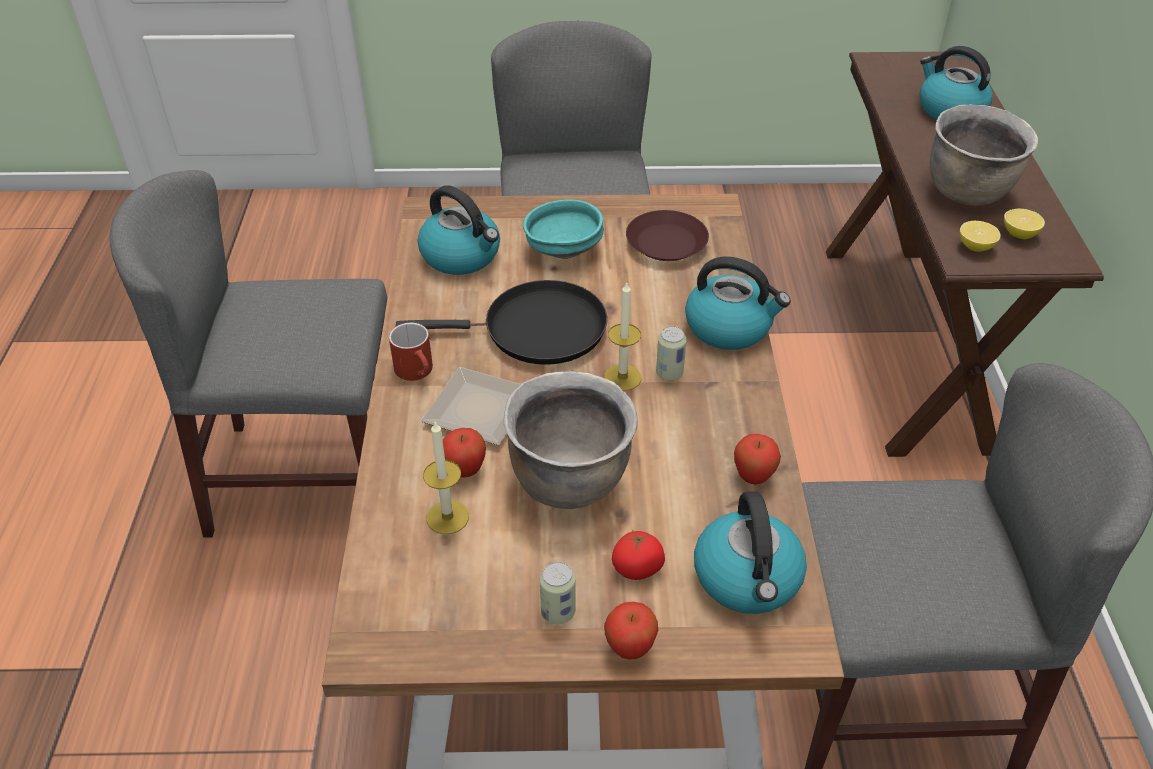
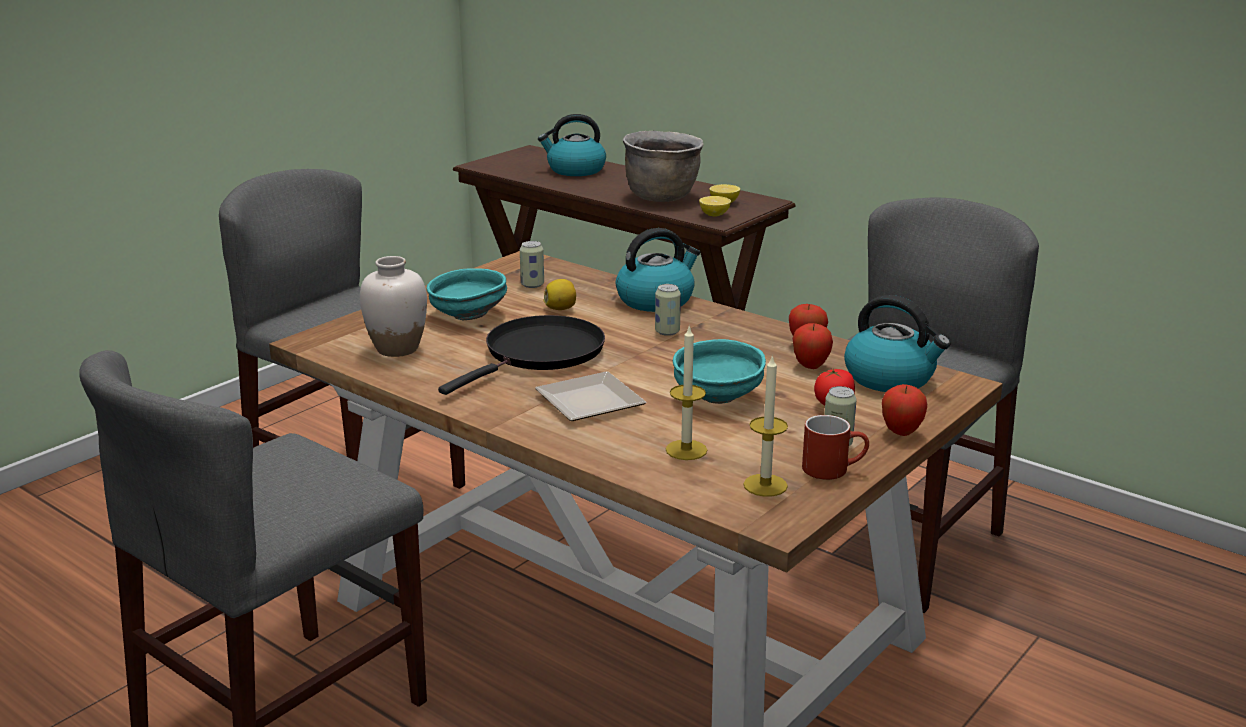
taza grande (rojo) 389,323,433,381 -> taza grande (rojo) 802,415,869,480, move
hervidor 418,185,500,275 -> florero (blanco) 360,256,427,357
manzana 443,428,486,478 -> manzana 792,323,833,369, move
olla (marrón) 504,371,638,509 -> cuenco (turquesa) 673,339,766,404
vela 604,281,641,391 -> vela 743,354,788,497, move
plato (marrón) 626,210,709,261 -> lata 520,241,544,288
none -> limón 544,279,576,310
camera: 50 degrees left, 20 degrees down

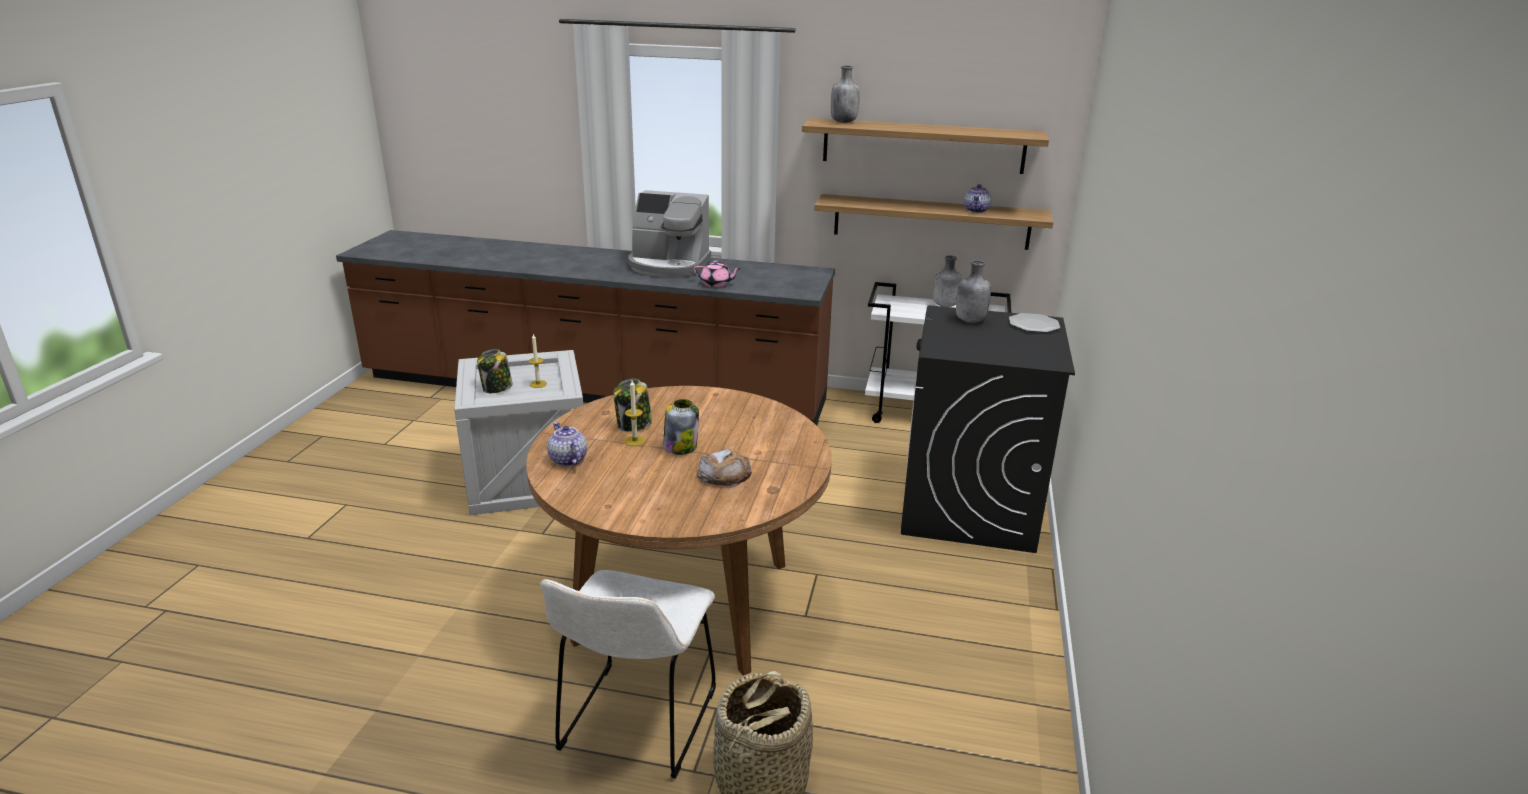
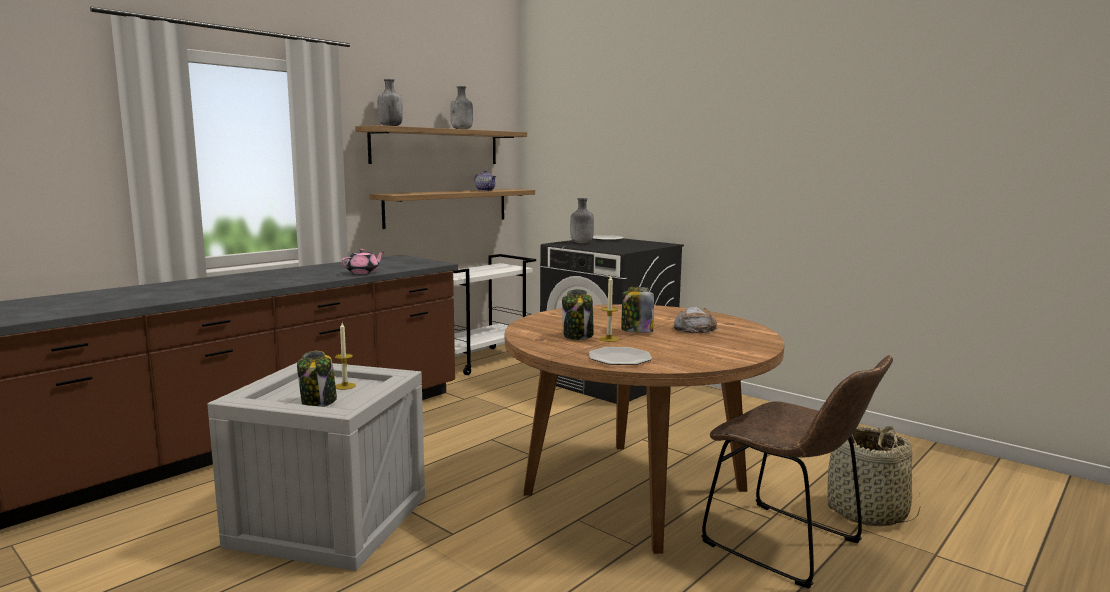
silla (blanco) 540,570,716,779 -> silla (marrón) 701,355,893,589
tetera 547,422,587,466 -> plato 589,347,652,365
cafetera 628,190,711,278 -> none
botella (gris) 933,256,962,307 -> botella (gris) 450,86,473,129, move
camera: 60 degrees left, 15 degrees down

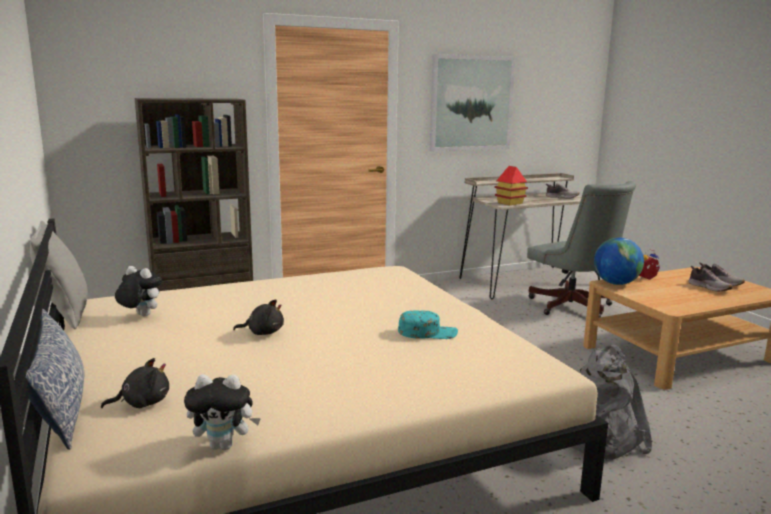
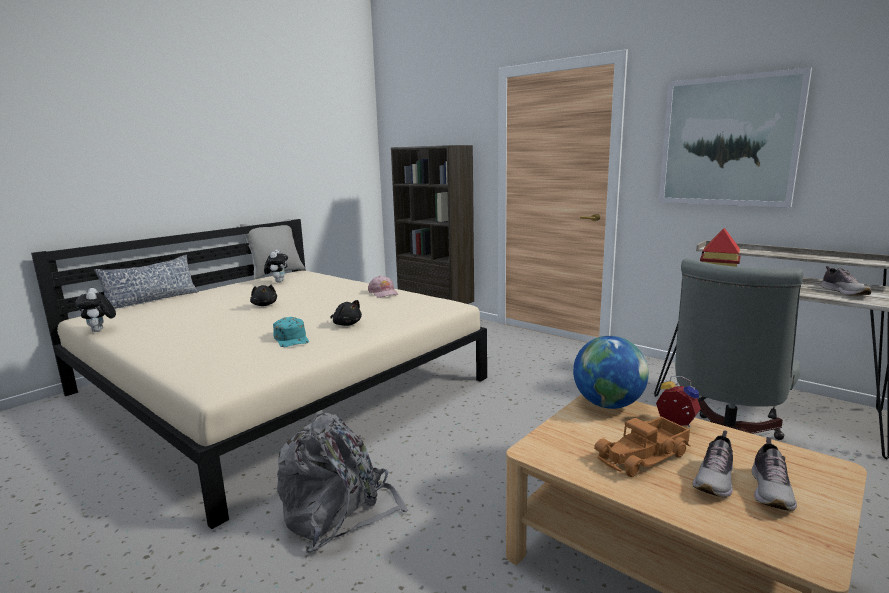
peluche (negro) 101,358,169,408 -> peluche (negro) 331,300,362,326, move
none -> gorra (rosa) 368,276,398,298
none -> camión de juguete 594,417,690,477
camera: 65 degrees right, 0 degrees up

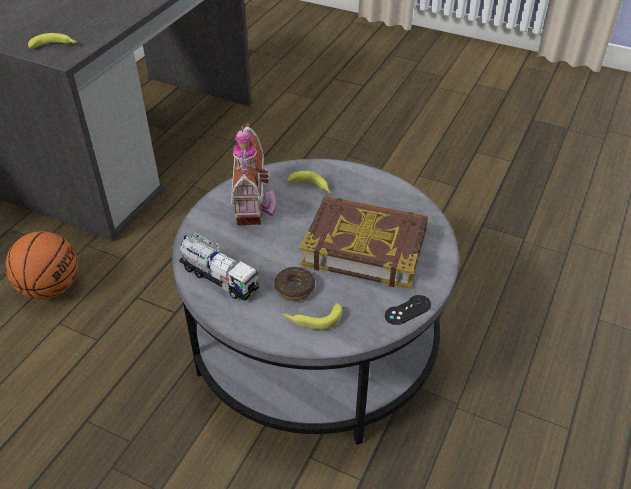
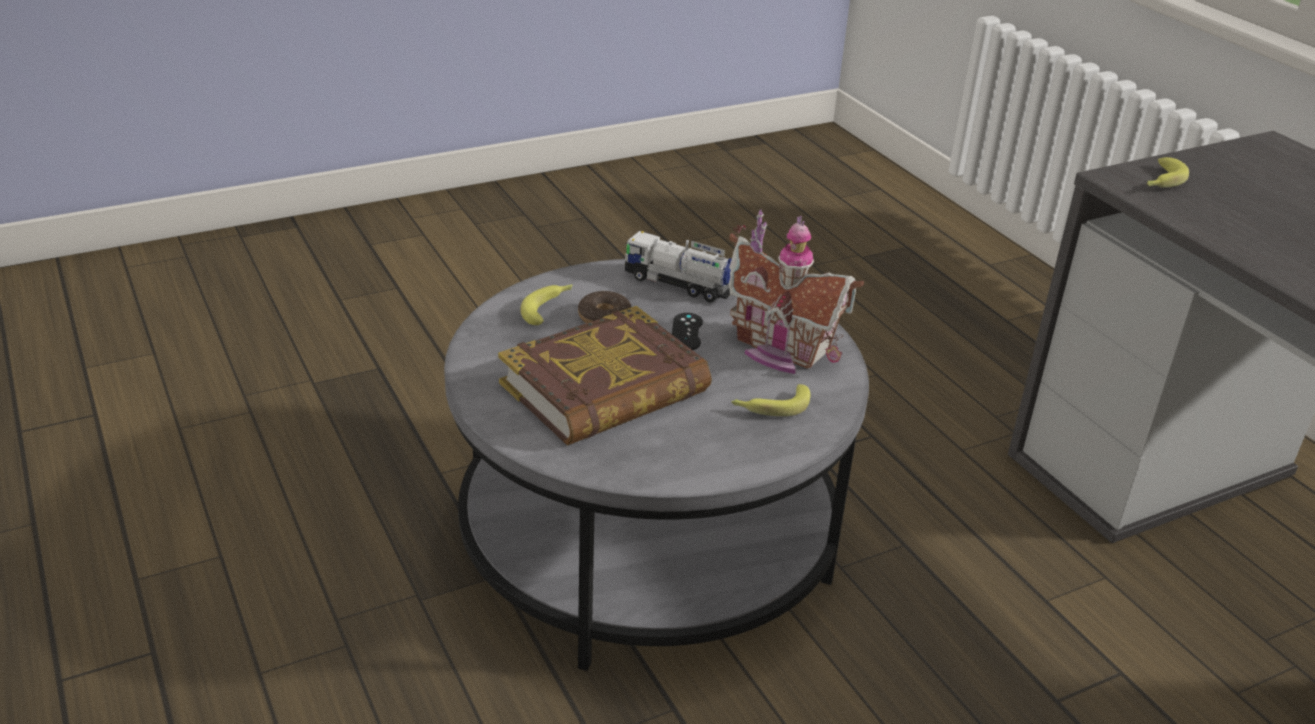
balón de baloncesto 5,231,78,299 -> none
camión de juguete 179,232,259,301 -> camión de juguete 624,231,732,303, 45 degrees clockwise
mando de consola (negro) 385,295,431,325 -> mando de consola (negro) 672,313,703,350, move
camera: 125 degrees right, 10 degrees down

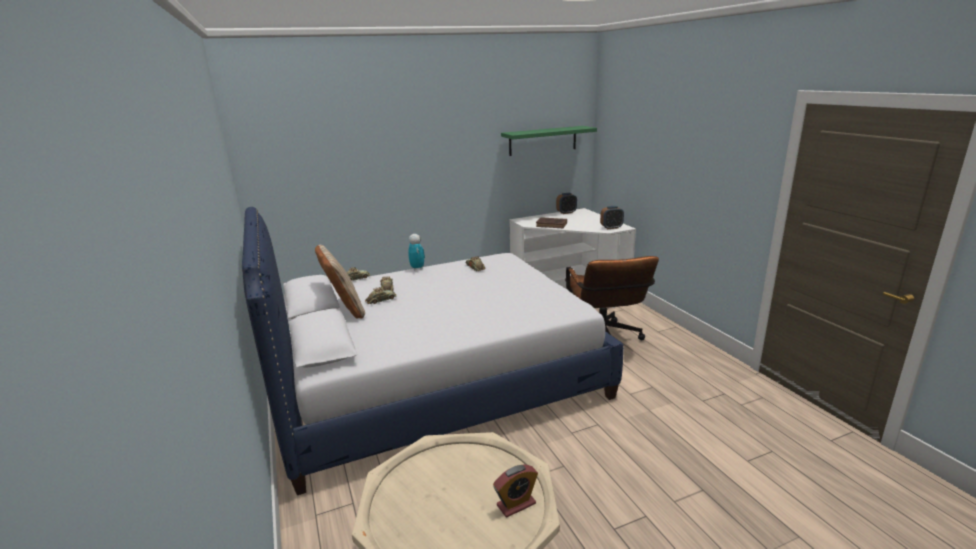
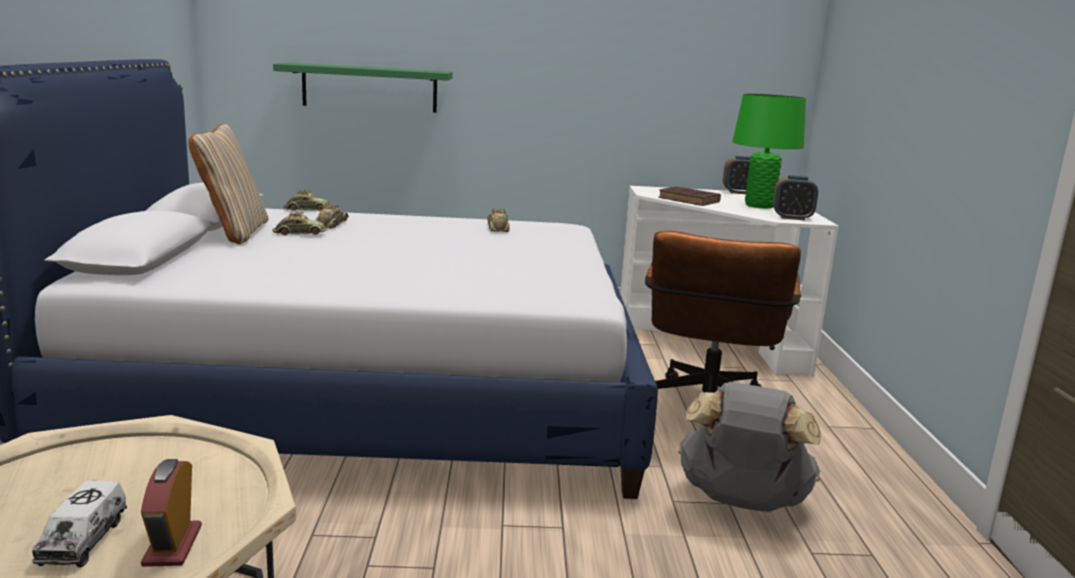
robot de juguete 408,234,425,270 -> none
despertador 493,465,538,518 -> despertador 141,459,202,567, 90 degrees clockwise
estante (verde) 501,126,597,156 -> estante (verde) 273,63,453,113, move
none -> camión de juguete 32,481,127,567
none -> mochila (gris) 678,382,821,512
none -> lámpara de mesa (verde) 732,93,806,208
camera: 20 degrees right, 5 degrees down

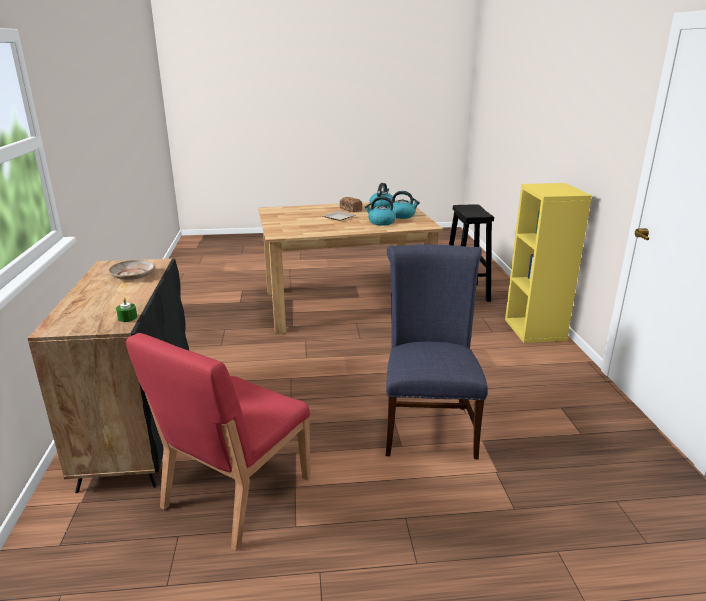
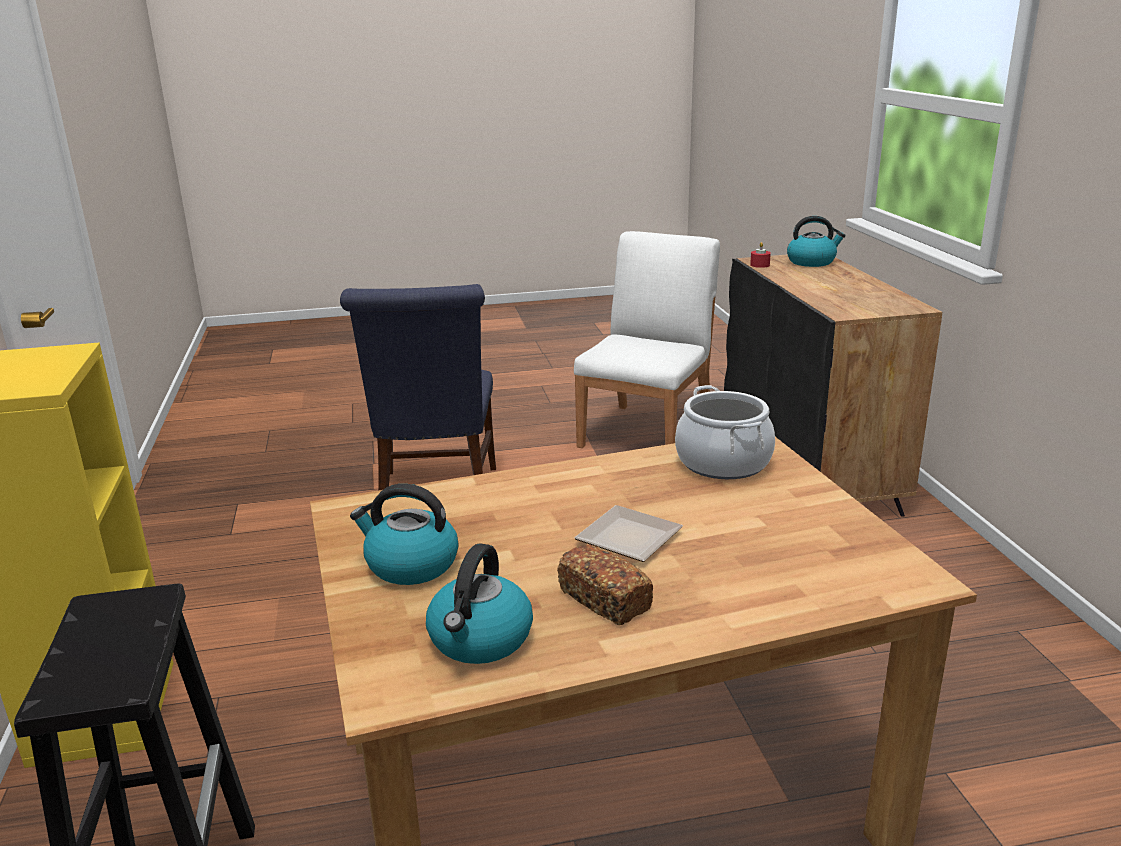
plato (beis) 109,260,155,280 -> none
vela (verde) 116,298,137,322 -> vela (rojo) 750,242,771,268
silla (rojo) 126,333,311,551 -> silla (blanco) 574,231,720,448
hervidor 364,196,396,225 -> hervidor 787,216,846,267, move
none -> olla 675,385,775,479
camera: 175 degrees right, 0 degrees up

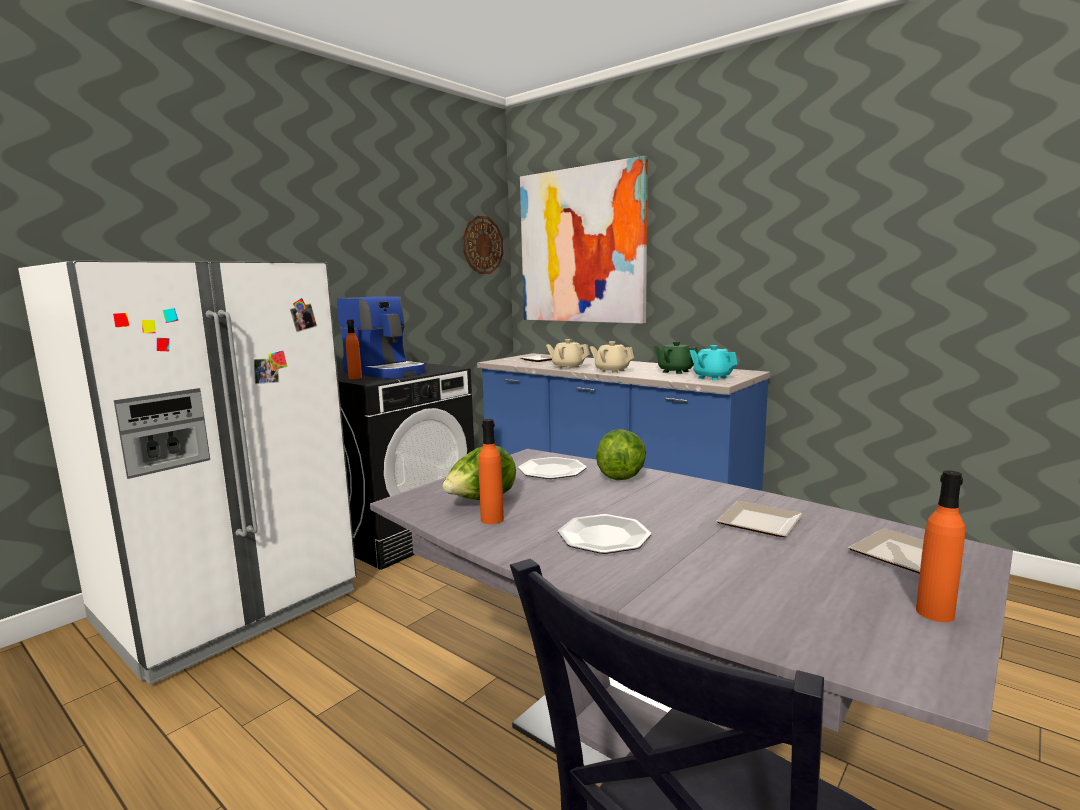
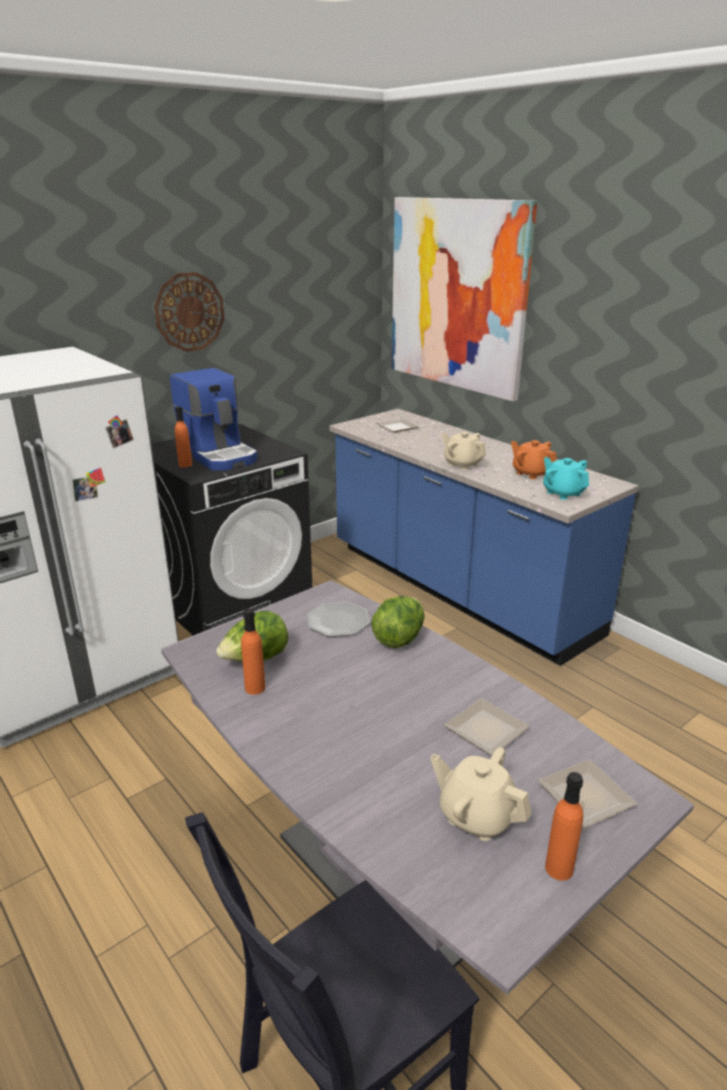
reloj de pared 463,216,504,274 -> reloj de pared 154,272,225,352, move
tetera (beis) 546,339,590,369 -> tetera (beis) 430,747,531,841, move
plato 558,514,651,554 -> none
tetera (verde) 653,341,698,374 -> tetera (naranja) 511,440,557,479
camera: 10 degrees right, 15 degrees up

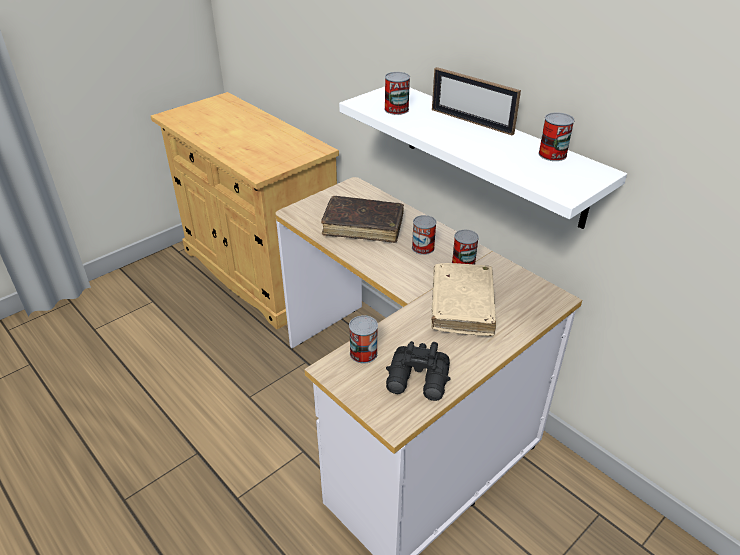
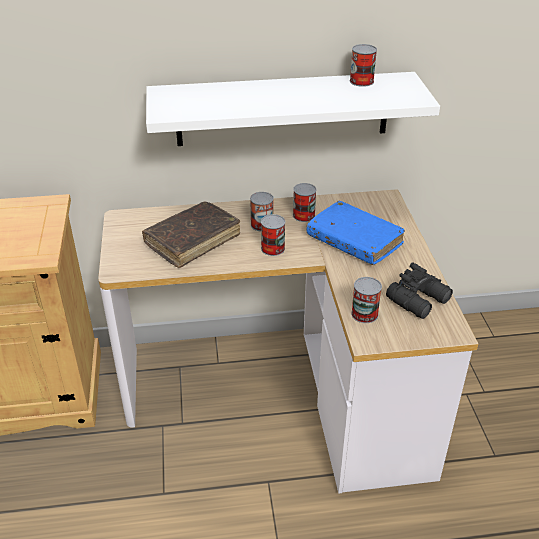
lata 384,72,410,115 -> lata 261,214,285,256, move
libro (beis) 431,263,496,336 -> libro (azul) 307,201,405,265
portarretratos 432,67,521,136 -> none
camera: 55 degrees left, 0 degrees up

